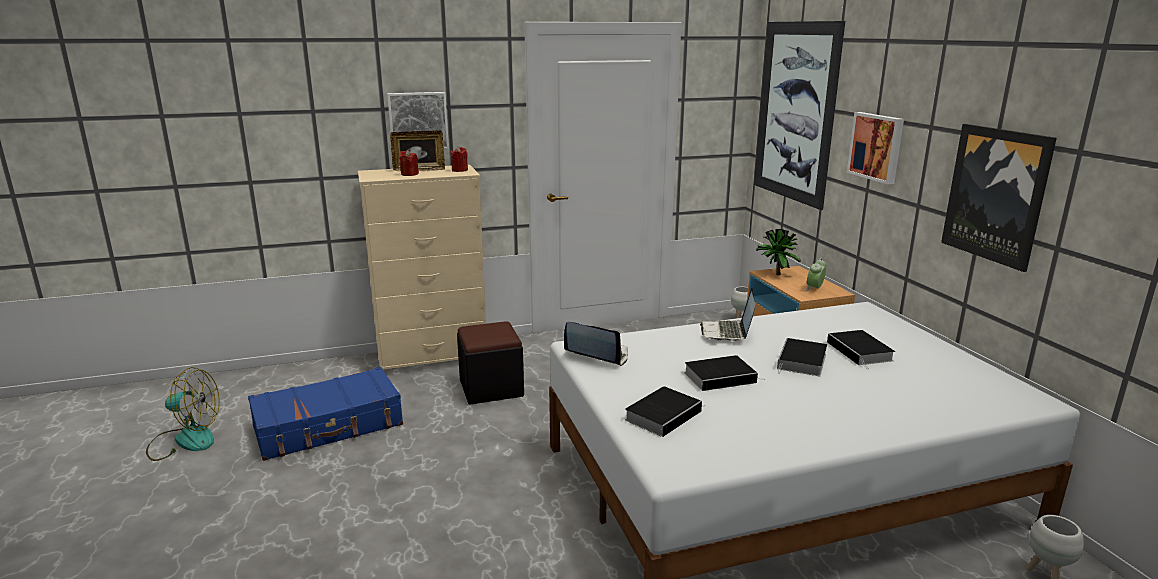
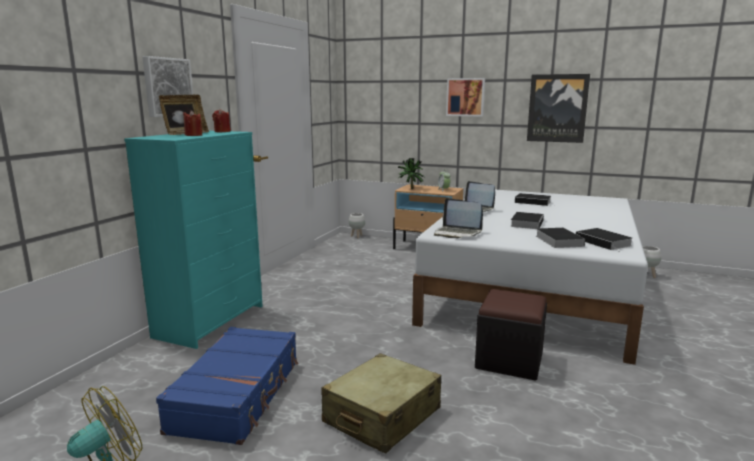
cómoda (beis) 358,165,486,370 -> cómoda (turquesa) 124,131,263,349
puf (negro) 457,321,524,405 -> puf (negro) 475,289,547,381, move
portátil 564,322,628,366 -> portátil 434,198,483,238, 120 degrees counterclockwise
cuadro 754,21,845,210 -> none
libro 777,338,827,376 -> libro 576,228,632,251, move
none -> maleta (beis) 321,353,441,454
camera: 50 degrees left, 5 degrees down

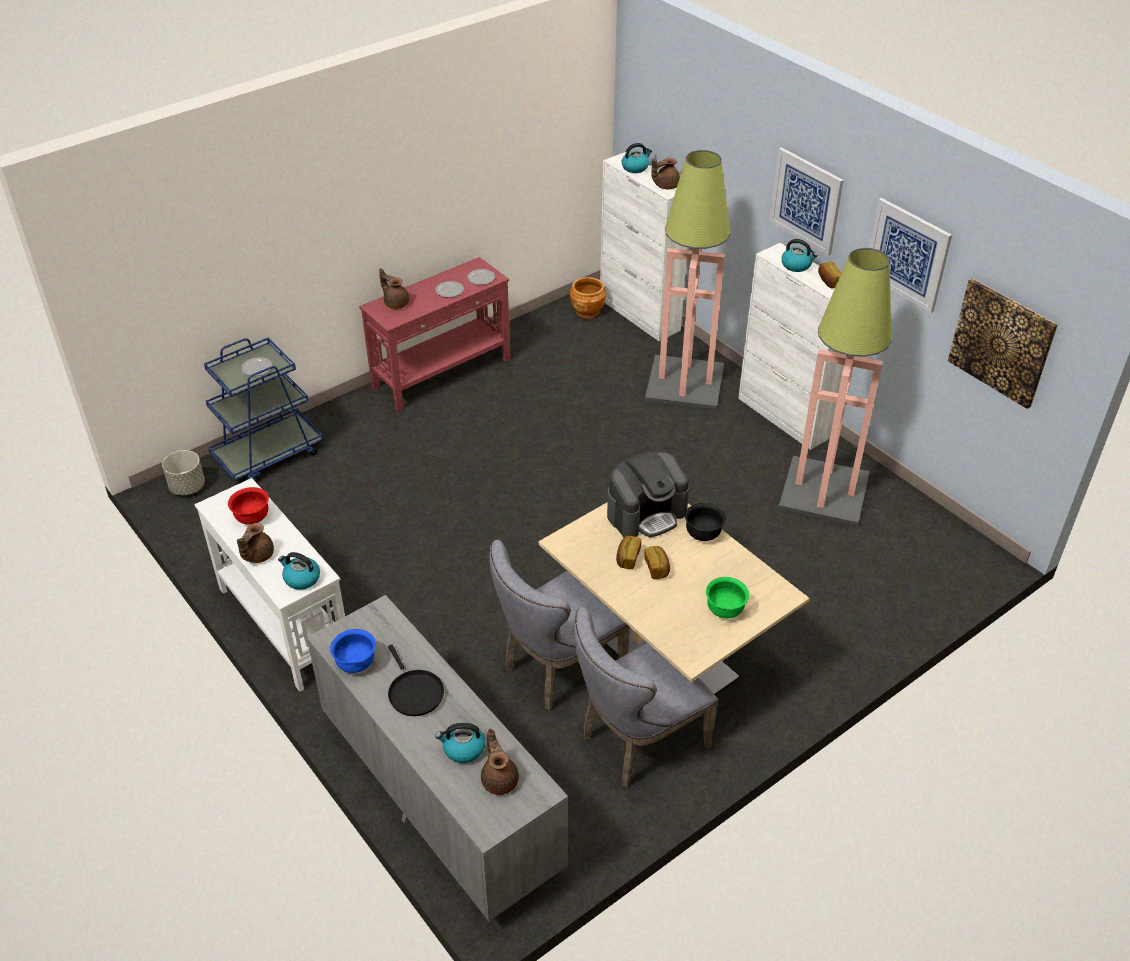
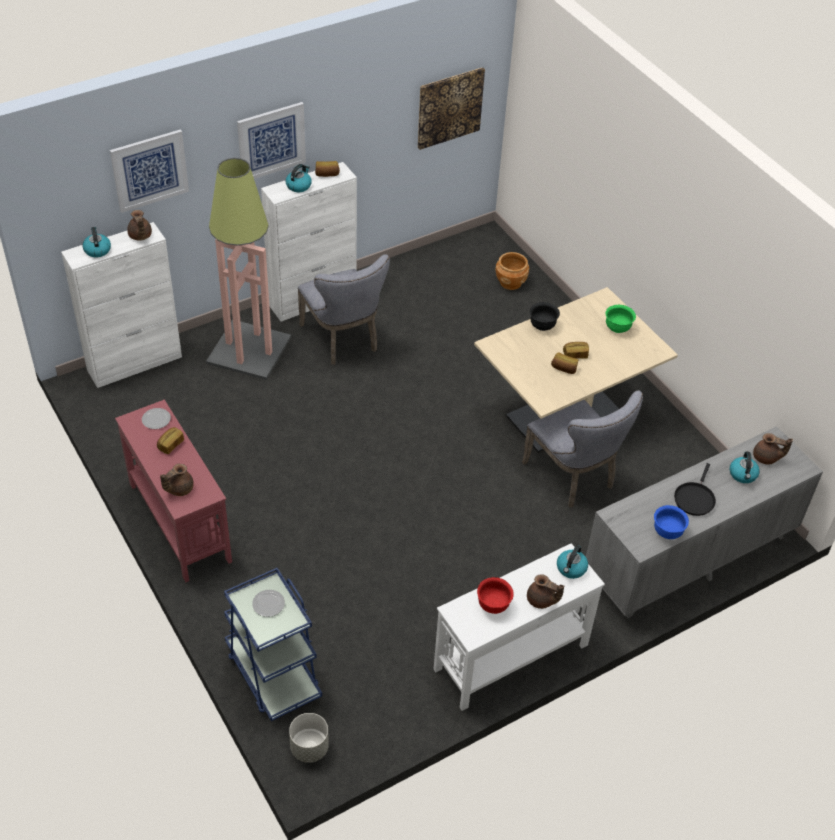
sartén (negro) 388,644,444,716 -> sartén (negro) 674,463,716,516, 135 degrees clockwise
plato 436,281,464,297 -> pan 157,427,184,454
tetera (marrón) 481,729,519,795 -> tetera (marrón) 753,433,793,465, 150 degrees counterclockwise
maceta (marrón) 570,277,607,318 -> maceta (marrón) 495,252,529,290, move
silla (gris) 574,607,718,787 -> silla (gris) 298,254,390,365, move
cafetera 607,452,689,537 -> none
lámpara de pie 778,248,892,526 -> none
cuadro 869,198,952,313 -> cuadro 110,129,189,213, move
camera: 85 degrees left, 5 degrees up

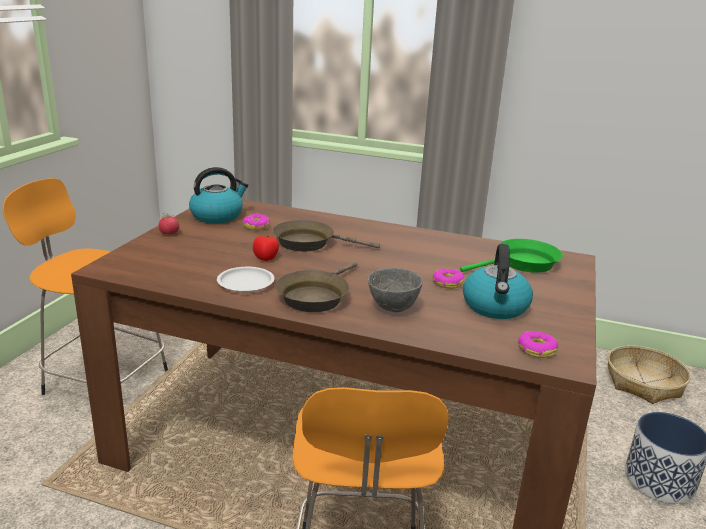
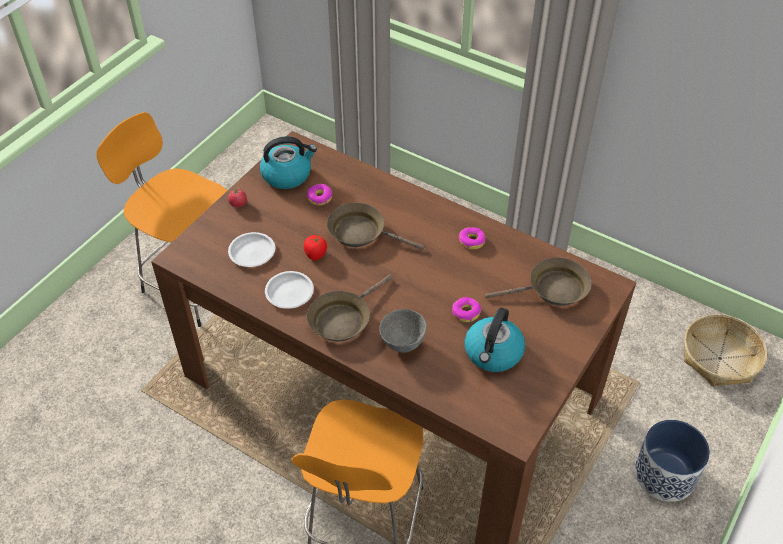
sartén (verde) 460,239,563,273 -> sartén (marrón) 485,257,592,306
rosquilla 518,331,558,358 -> rosquilla 459,227,485,250, move
none -> plato (blanco) 228,232,275,267
camera: 15 degrees right, 25 degrees up

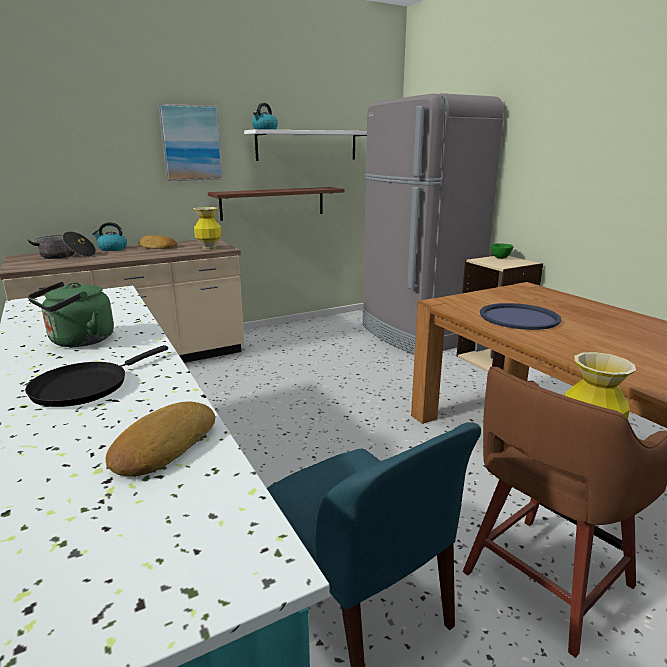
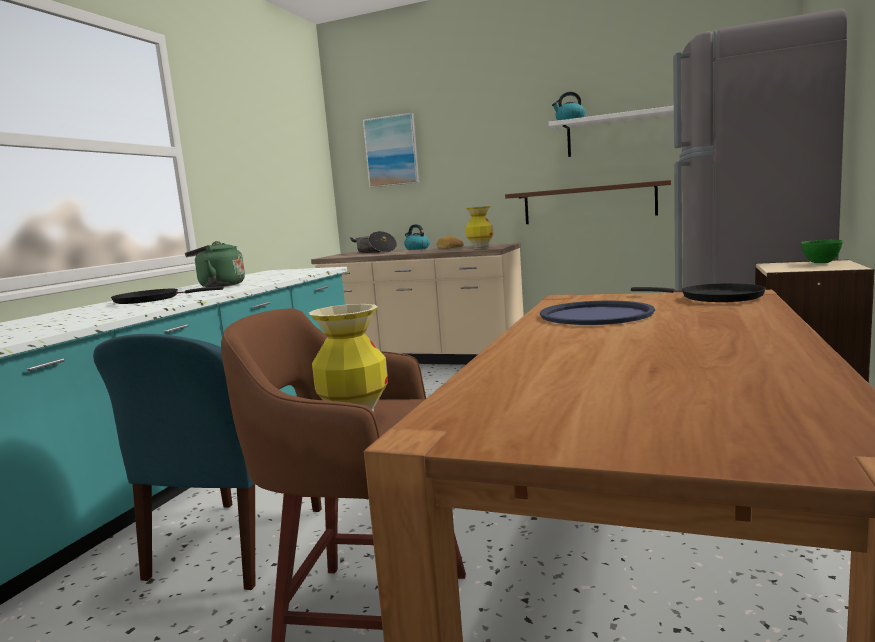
pan 105,401,215,477 -> none
cuadro 158,104,223,181 -> cuadro 363,113,419,188, move
none -> sartén (negro) 631,283,766,302
camera: 50 degrees right, 10 degrees down

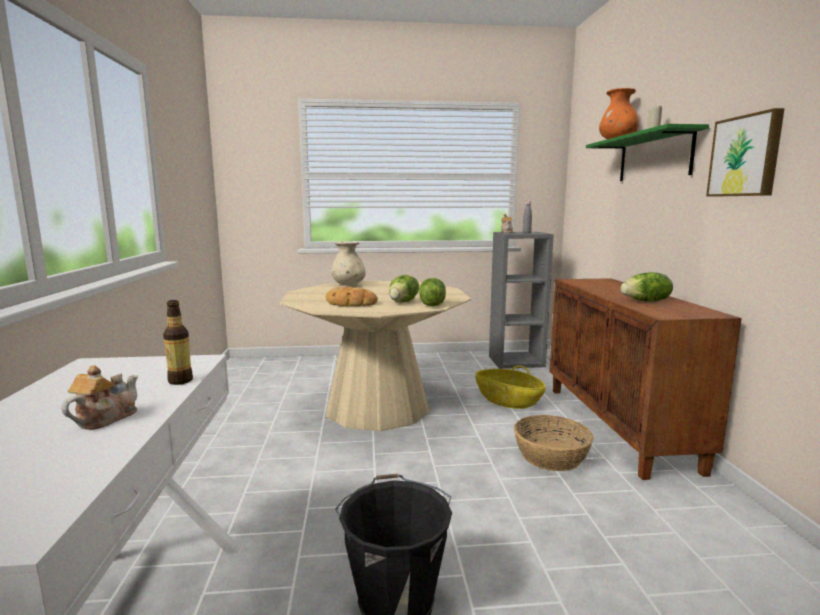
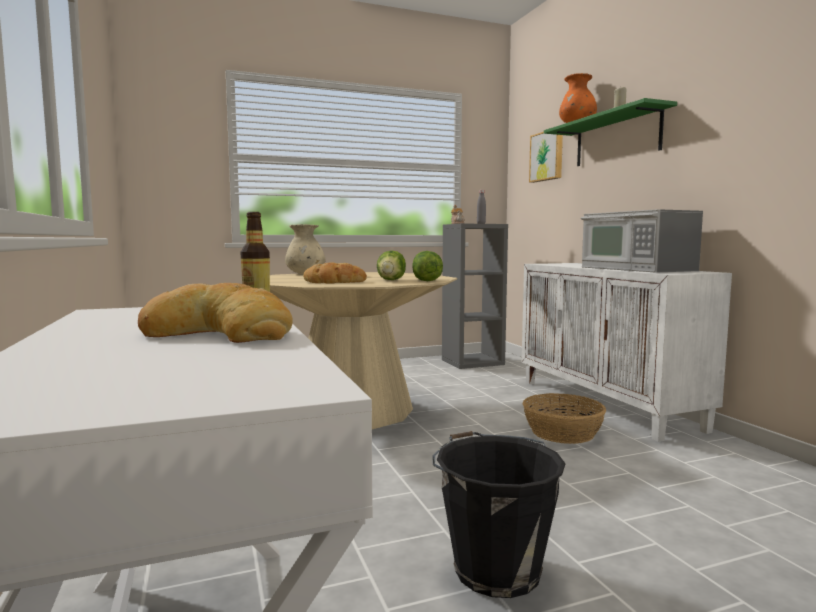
tetera 61,365,138,430 -> pan 138,283,293,343
cesta 476,366,546,409 -> none
armario (marrón) 549,278,742,480 -> armario (blanco) 522,263,732,442
lechuga 621,272,673,302 -> microondas 580,209,703,272
cuadro 706,108,785,197 -> cuadro 529,132,563,183, move
camera: 15 degrees left, 5 degrees down

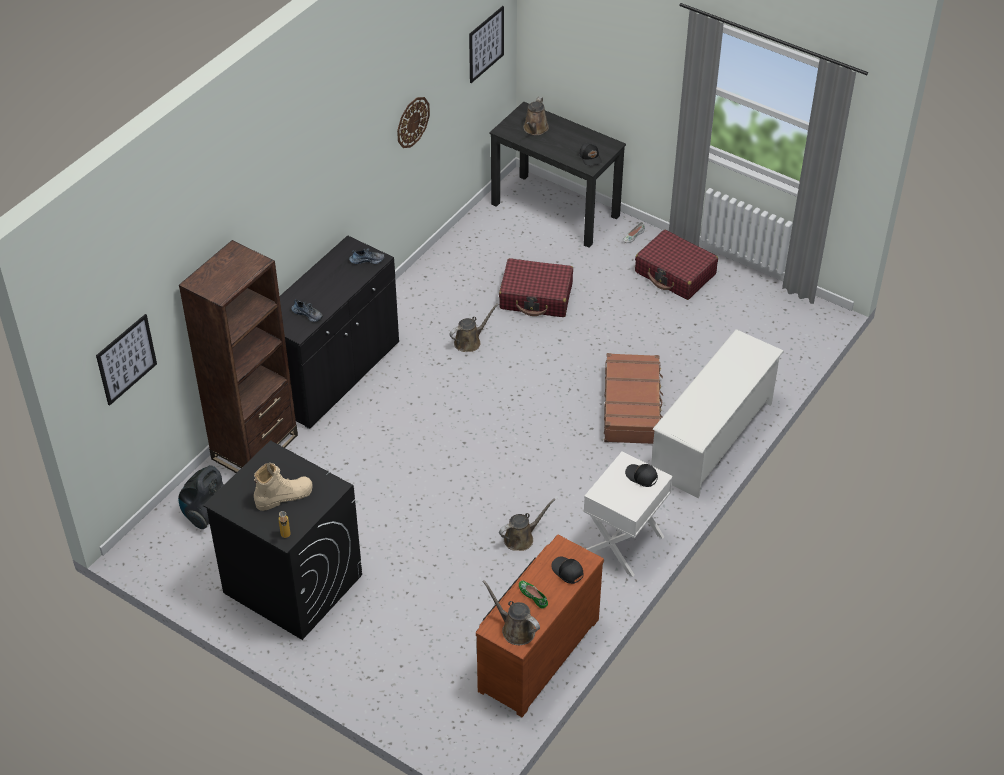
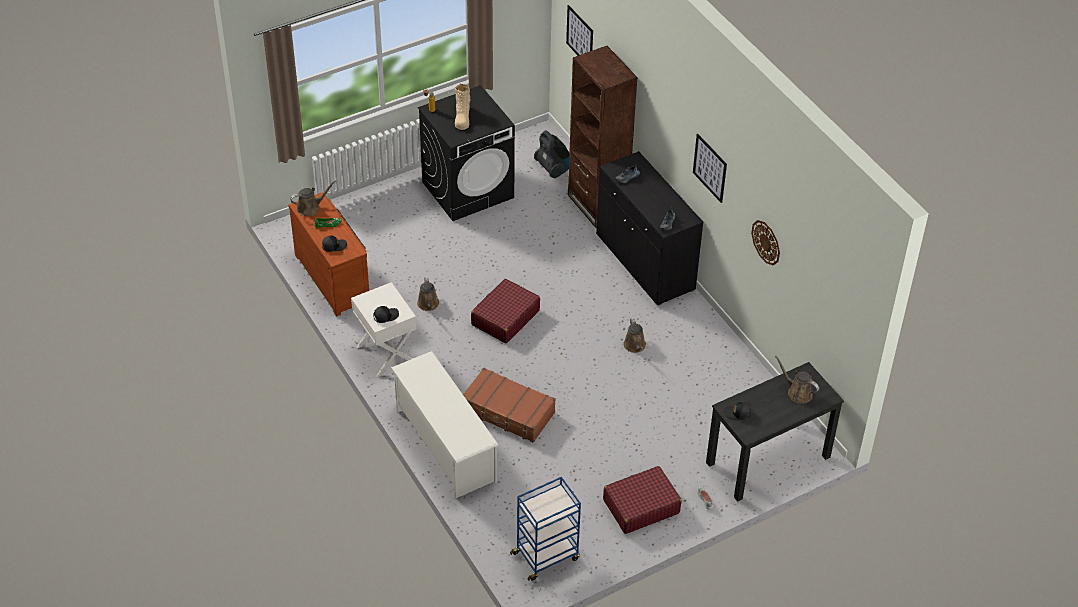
cuadro 469,6,504,83 -> cuadro 693,134,727,203, move
maleta (rojo) 499,258,573,317 -> maleta (rojo) 471,279,540,343, move
none -> carrito (azul) 510,477,581,581
camera: 115 degrees right, 0 degrees up

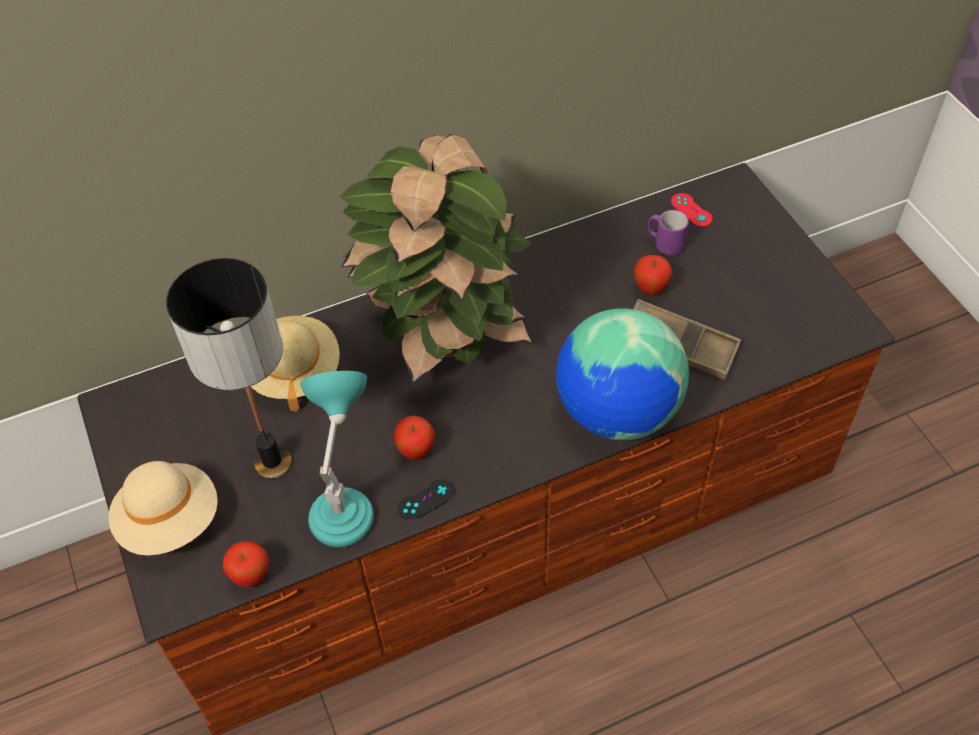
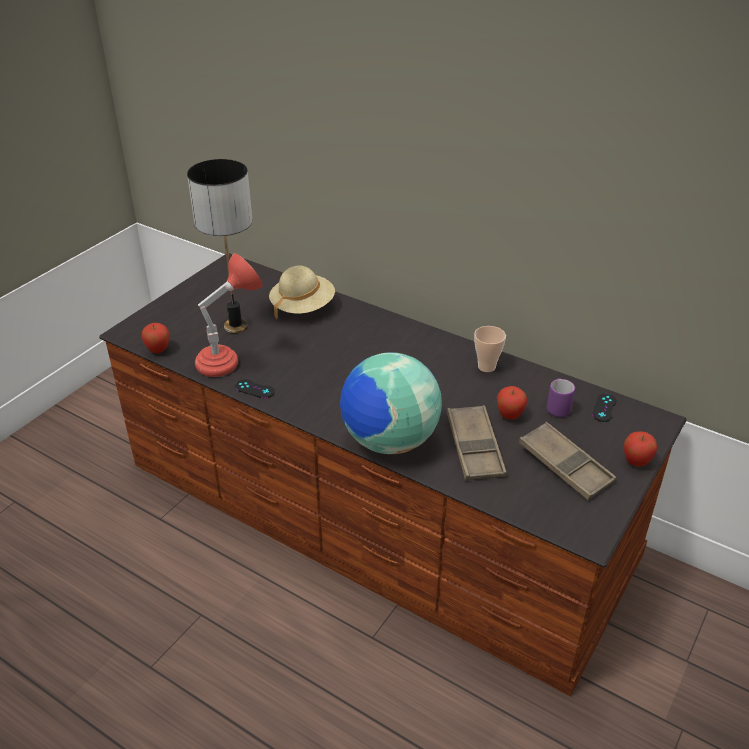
sombrero (beis) 108,461,218,555 -> none
lámpara de mesa (turquesa) 300,371,374,548 -> lámpara de mesa (rojo) 195,253,263,377
planta en maceta 339,134,533,383 -> none
manzana 393,416,435,460 -> manzana 624,431,657,467, move
mando de consola (rojo) 671,193,713,227 -> mando de consola (negro) 592,394,617,422
none -> taza 474,326,506,372
none -> bandeja (marrón) 519,422,616,500
camera: 55 degrees right, 15 degrees down

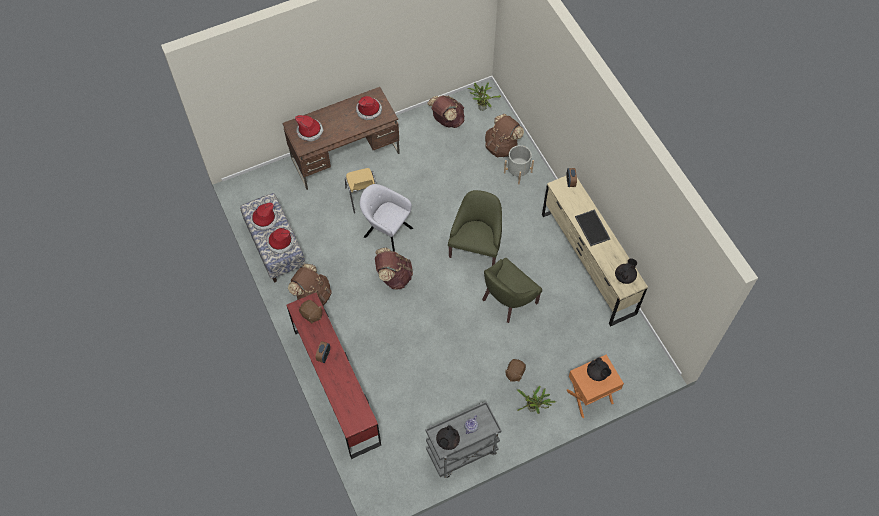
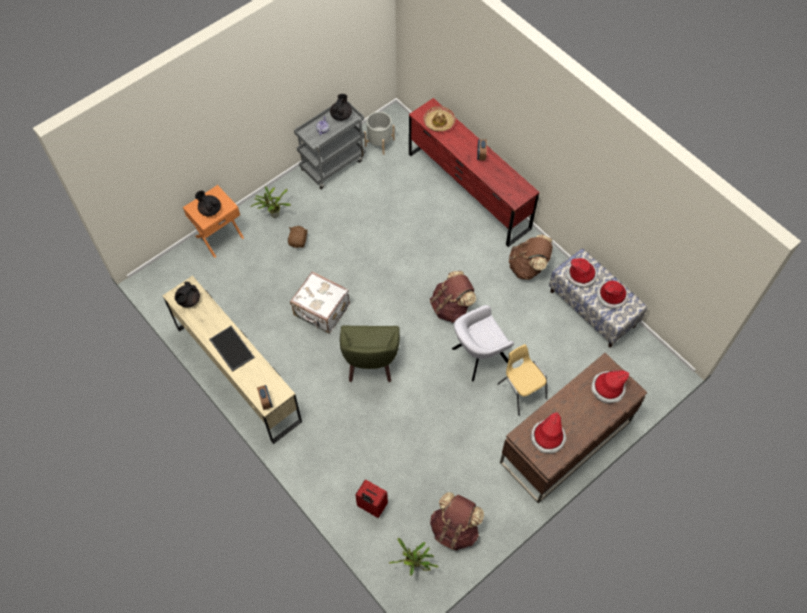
peluche (marrón) 299,300,322,323 -> none
sillón (gris) 360,184,413,251 -> sillón (gris) 452,305,514,381, 135 degrees clockwise
sillón (verde) 482,258,542,323 -> maleta (blanco) 290,271,350,333
mochila (marrón) 485,114,524,157 -> maleta (rojo) 355,479,388,518
maceta (gris) 504,145,534,184 -> maceta (gris) 364,112,395,155, move
none -> sombrero 423,106,456,132
camera: 165 degrees right, 0 degrees up

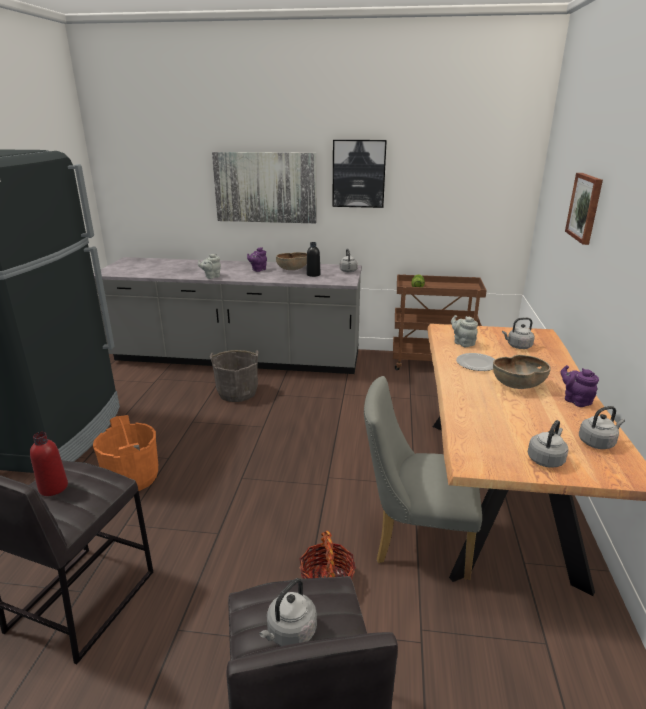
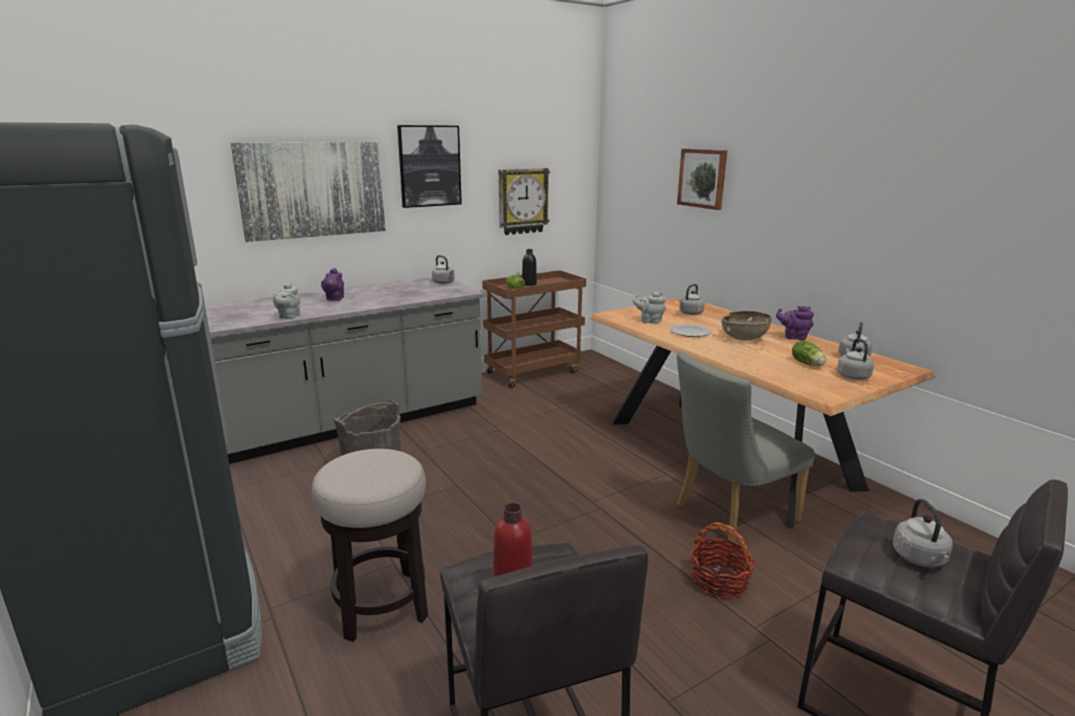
cubo (naranja) 93,415,158,491 -> taburete 312,449,428,642
cuenco (marrón) 276,252,307,270 -> none
botella (negro) 306,242,320,277 -> botella (negro) 522,249,537,286, move
none -> reloj de pared 499,168,550,235
none -> lechuga 792,340,826,366
camera: 40 degrees left, 5 degrees down

